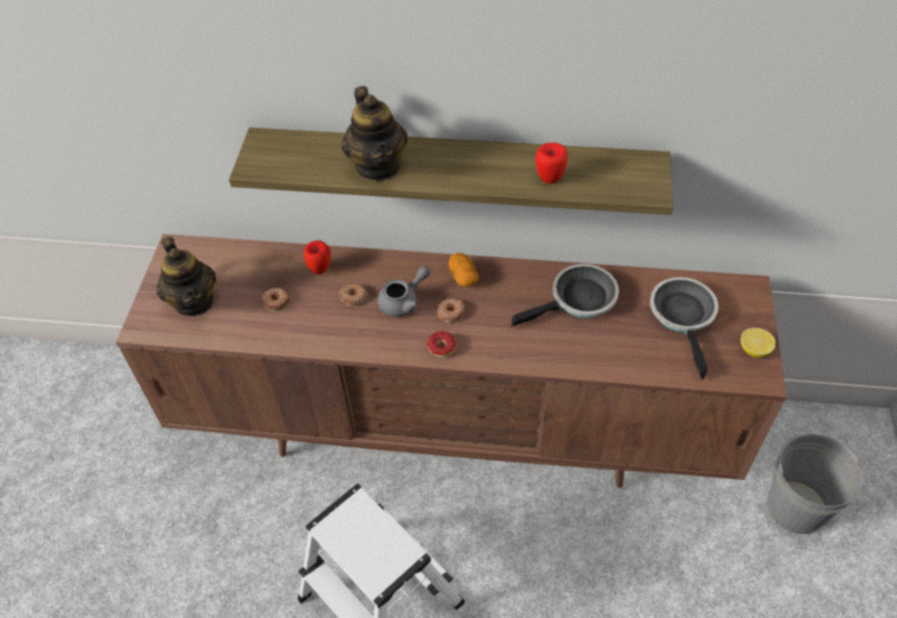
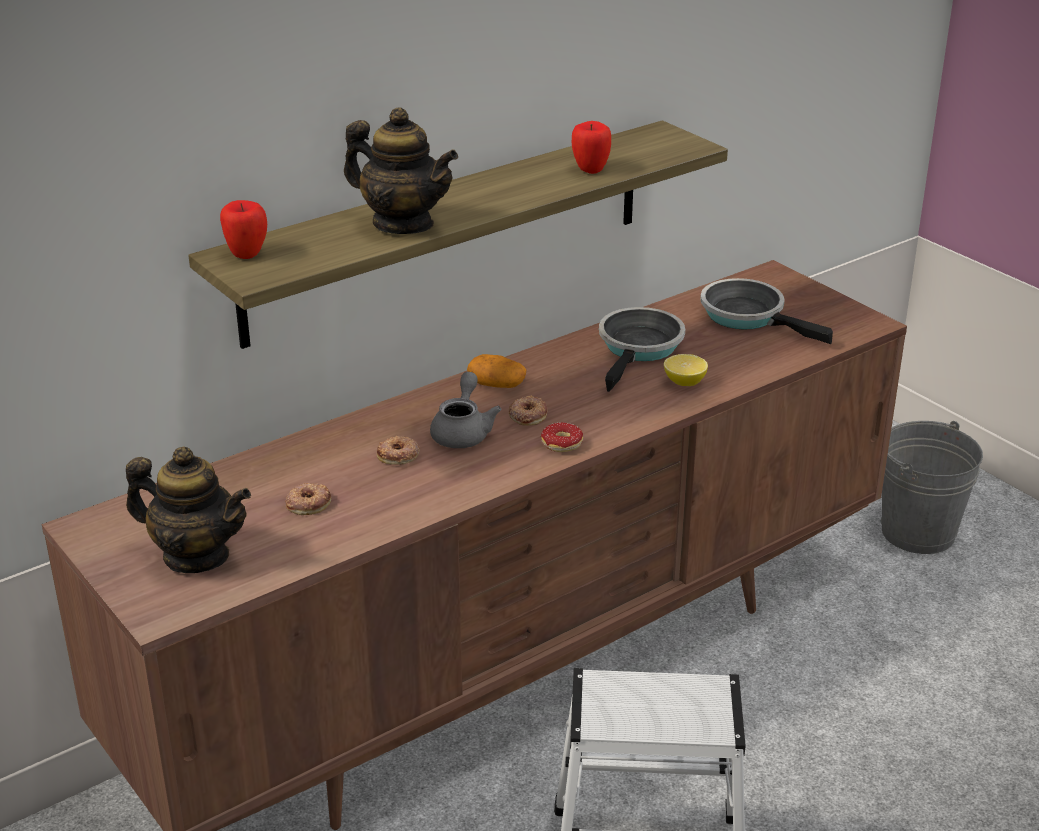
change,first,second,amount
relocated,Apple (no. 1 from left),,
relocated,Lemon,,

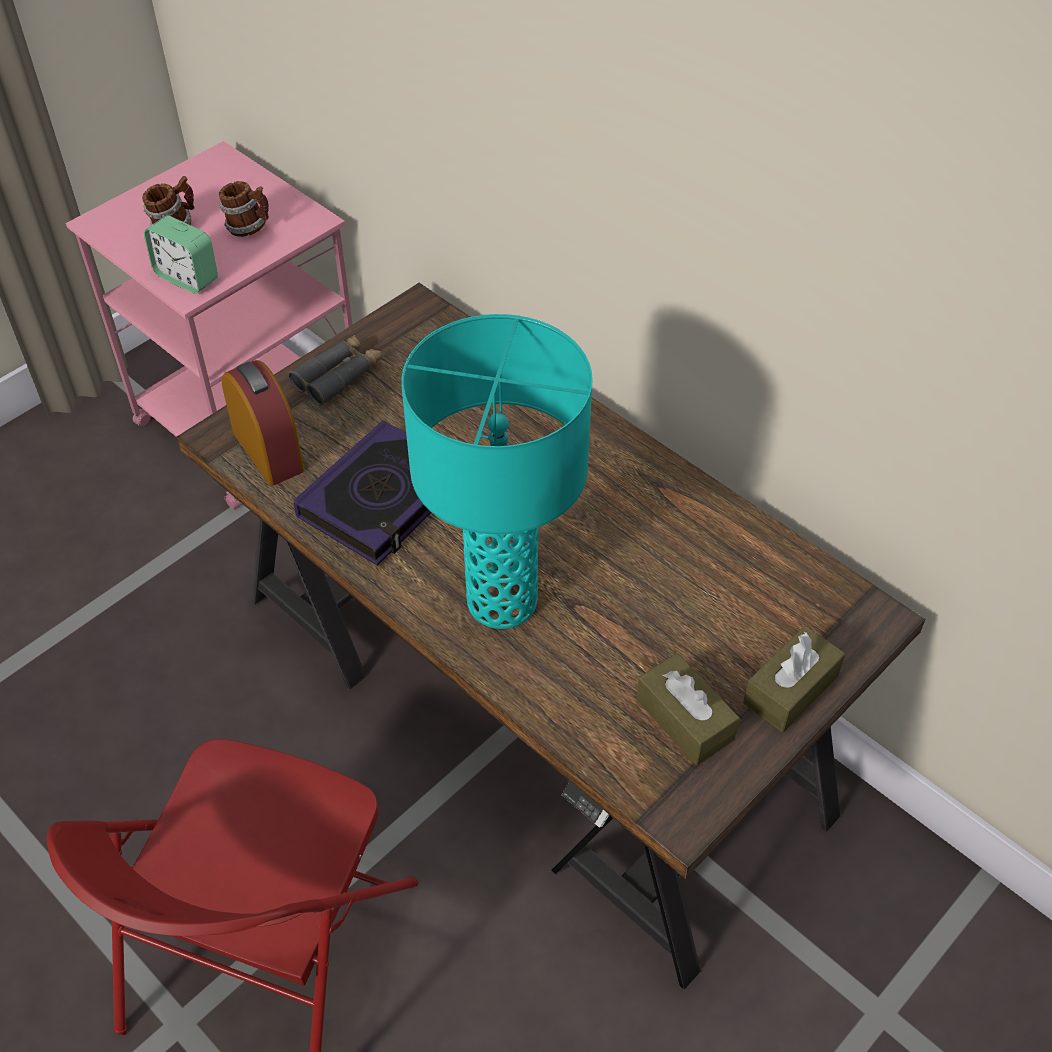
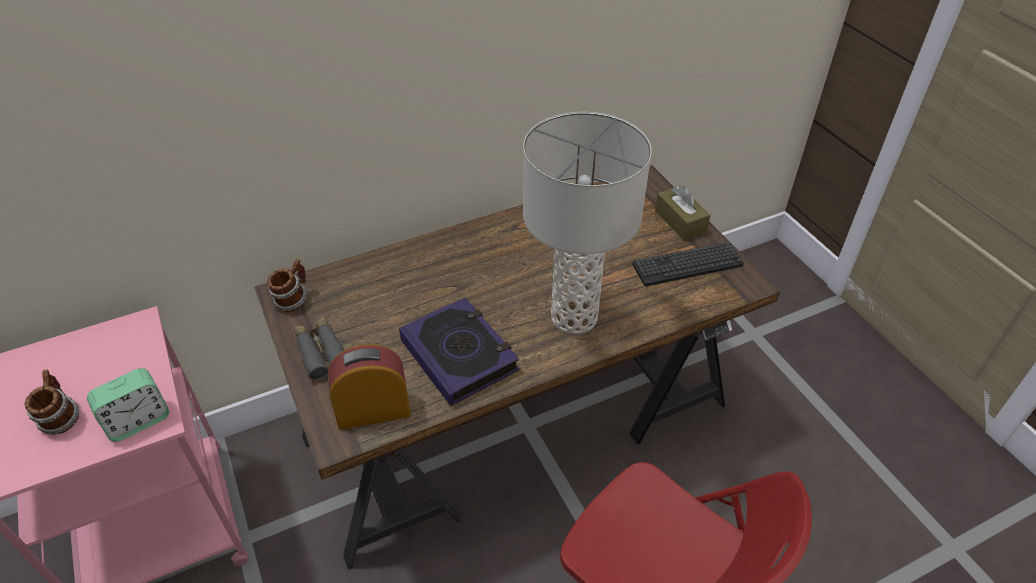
change,first,second,amount
relocated,Mug (no. 2 from left),,
colour,TurquoiseTableLamp,WhiteTableLamp,
exchanged,BrownTissueBox (no. 1 from left),Keyboard,

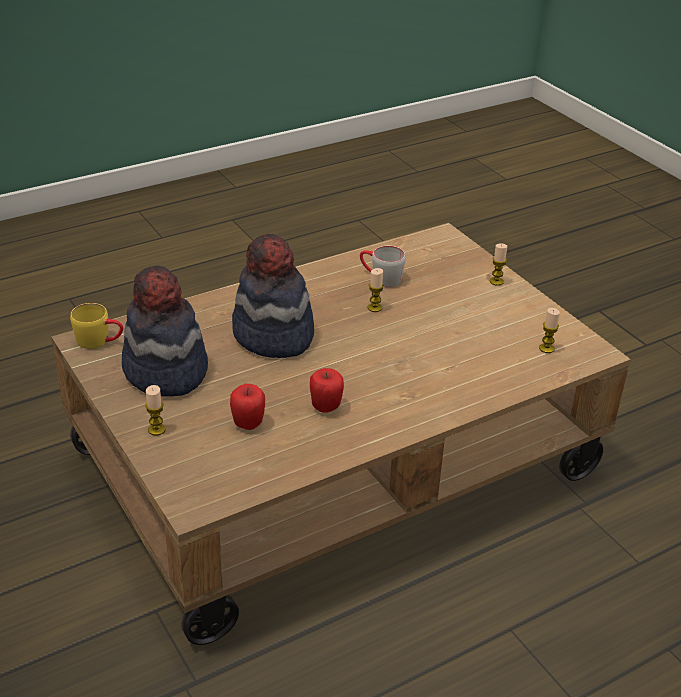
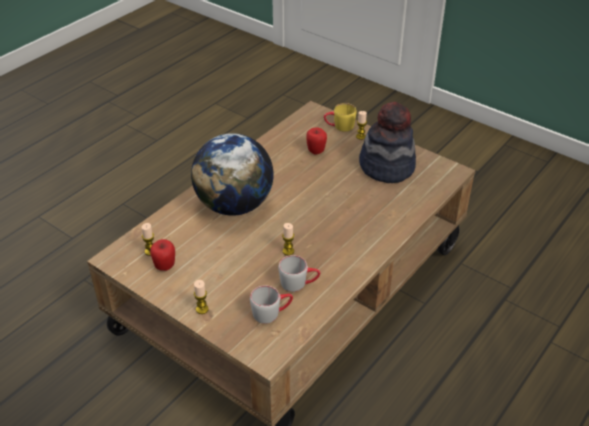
change,first,second,amount
relocated,Apple (no. 2 from left in the first image),Apple (no. 1 from left),
appeared,,Globe,
appeared,,GreyMug (no. 1 from left),
relocated,YellowMug,,
missing,Hat (no. 2 from left),,

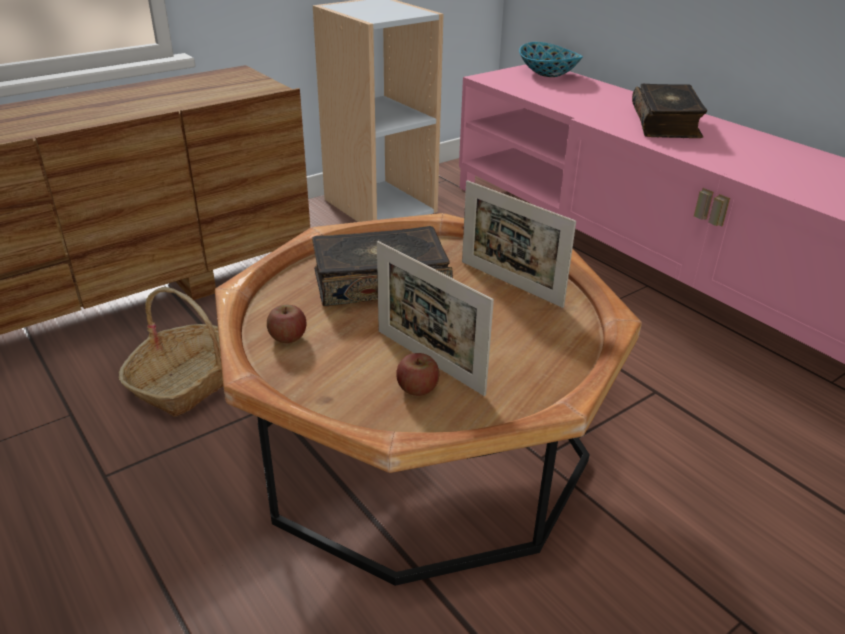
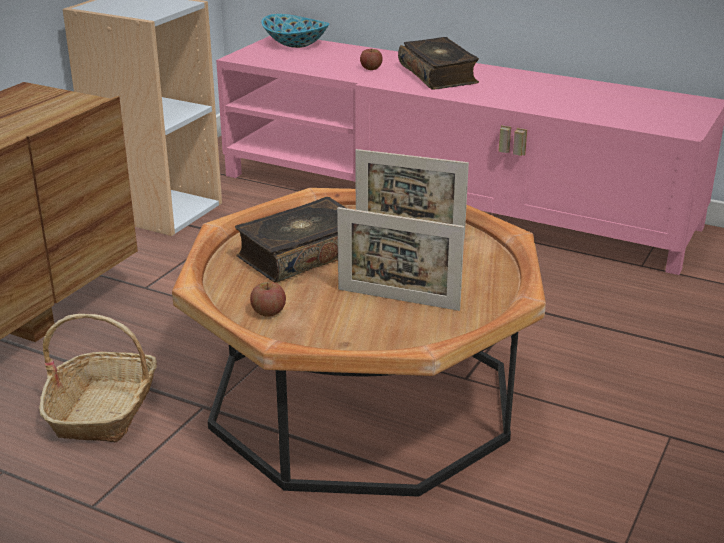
change,first,second,amount
relocated,Apple (no. 2 from left),,

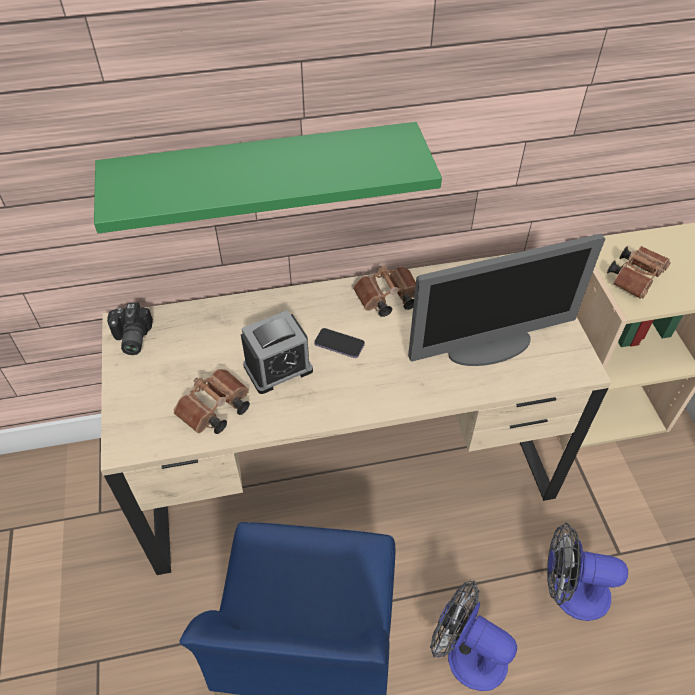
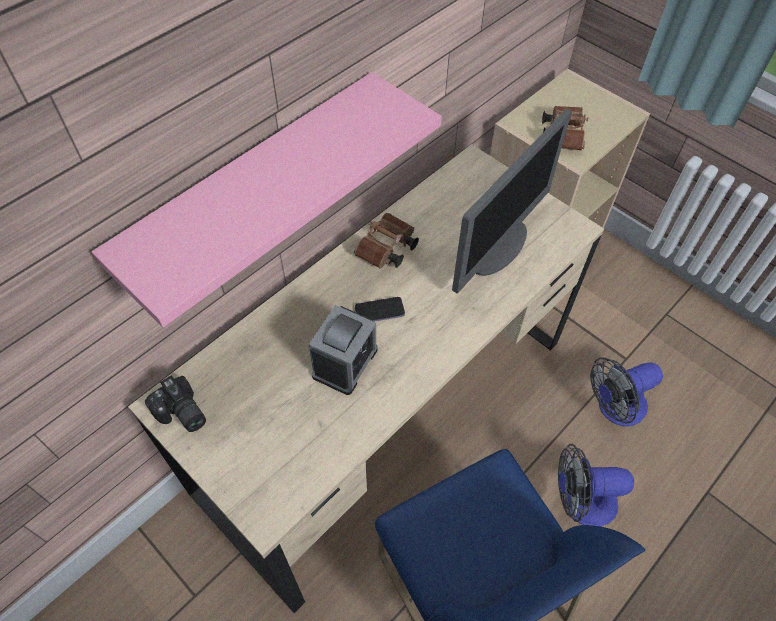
change,first,second,amount
colour,GreenShelf,PinkShelf,
missing,BrownBinoculars (no. 1 from left),,

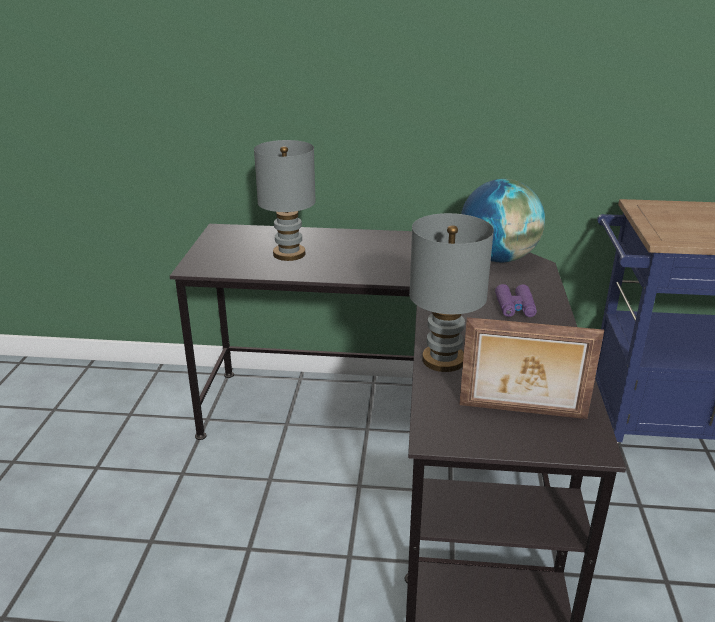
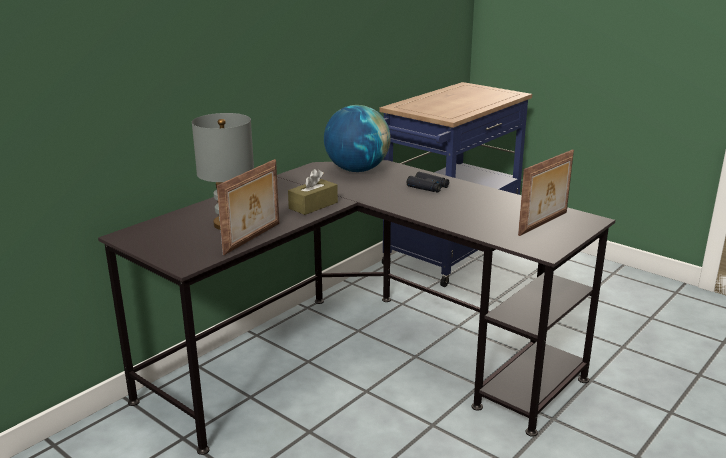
change,first,second,amount
appeared,,PictureFrame (no. 1 from left),
appeared,,BrownTissueBox,
colour,PurpleBinoculars,BlackBinoculars,
missing,GreyTableLamp (no. 2 from left),,

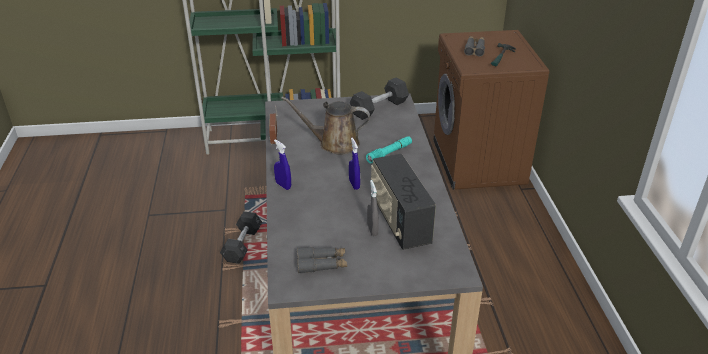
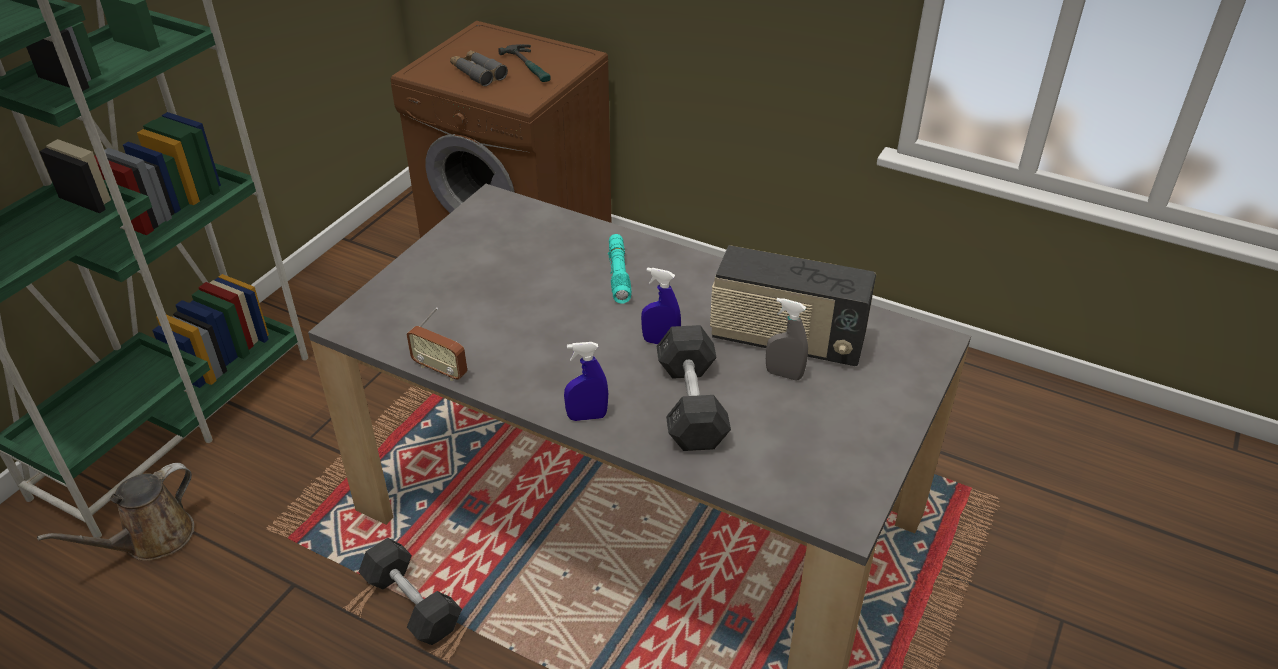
change,first,second,amount
relocated,BrownWateringCan,,
relocated,GreyDumbbell (no. 2 from left),,
missing,GreyBinoculars (no. 1 from left),,

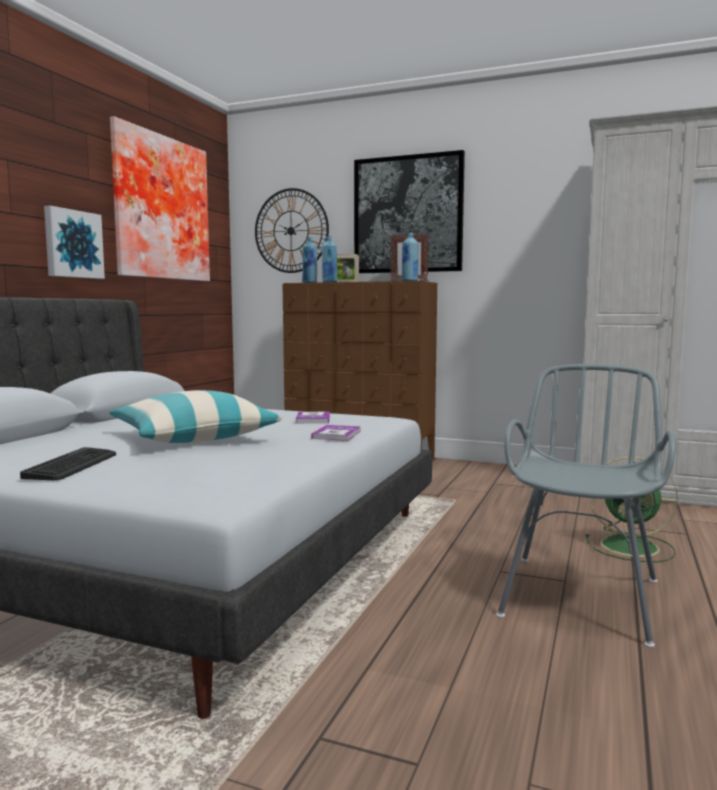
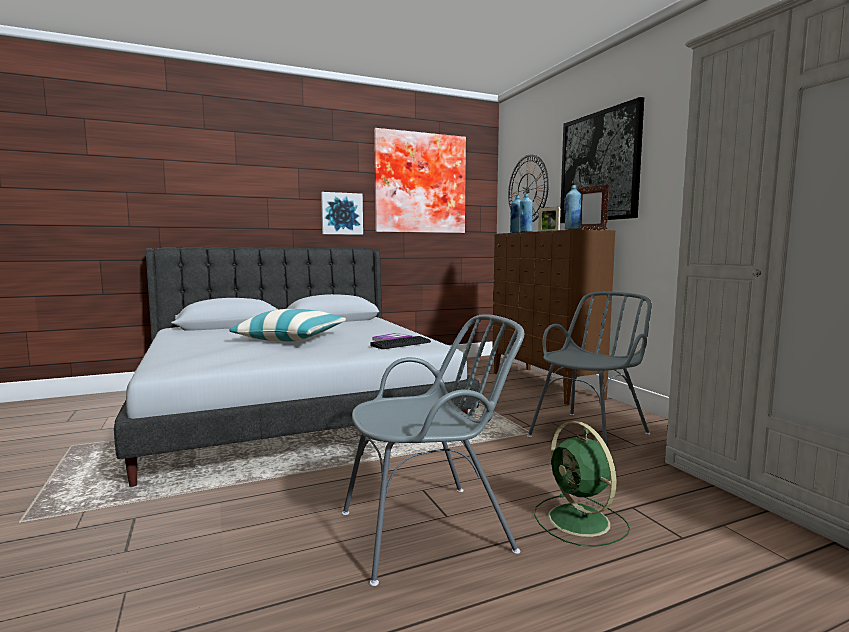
change,first,second,amount
relocated,Keyboard,,
appeared,,GreyChair (no. 2 from left),
missing,Book (no. 2 from left),,

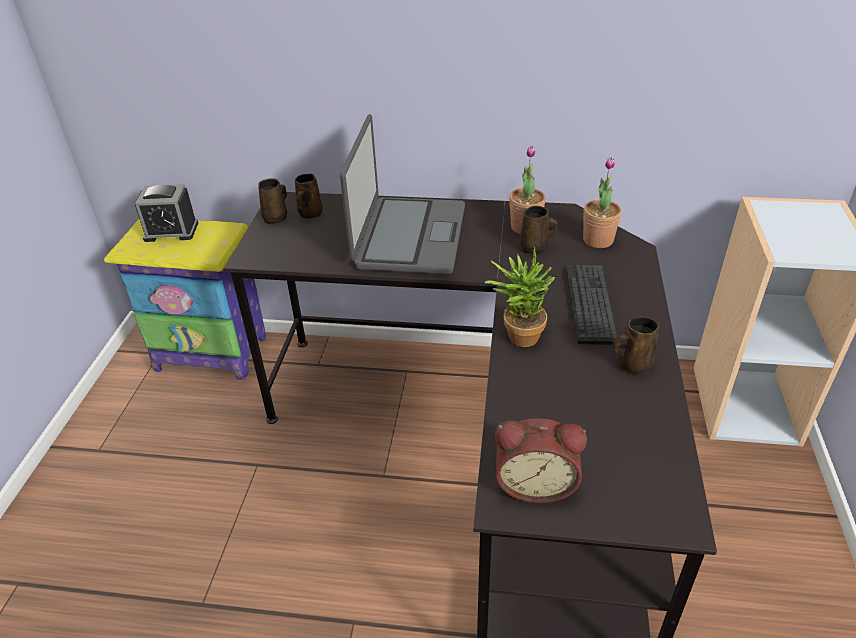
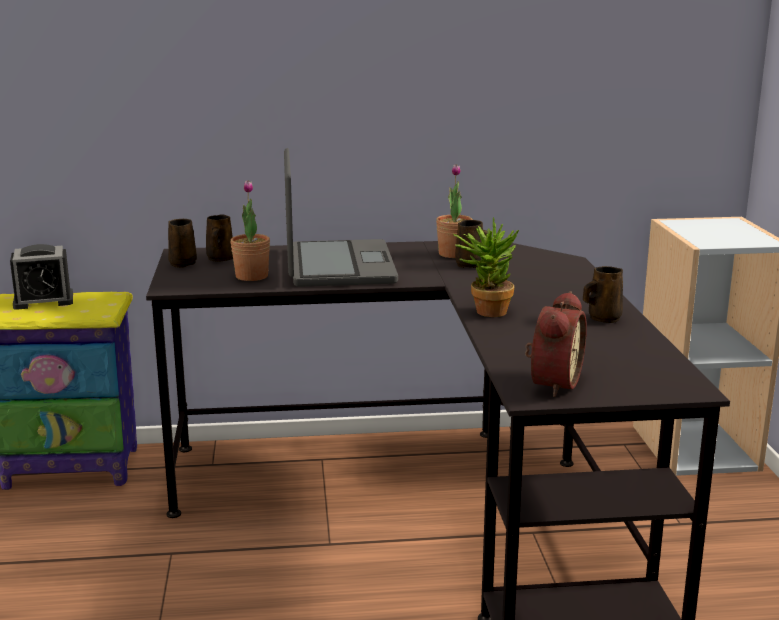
change,first,second,amount
relocated,PottedPlant (no. 3 from left in the first image),PottedPlant (no. 1 from left),
spun,AlarmClock (no. 2 from left),,60 degrees counterclockwise
missing,Keyboard,,

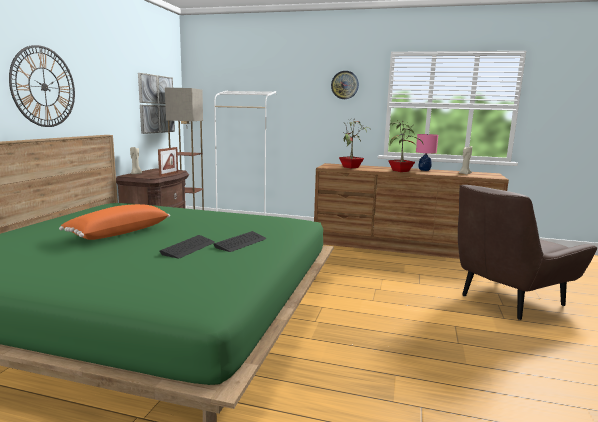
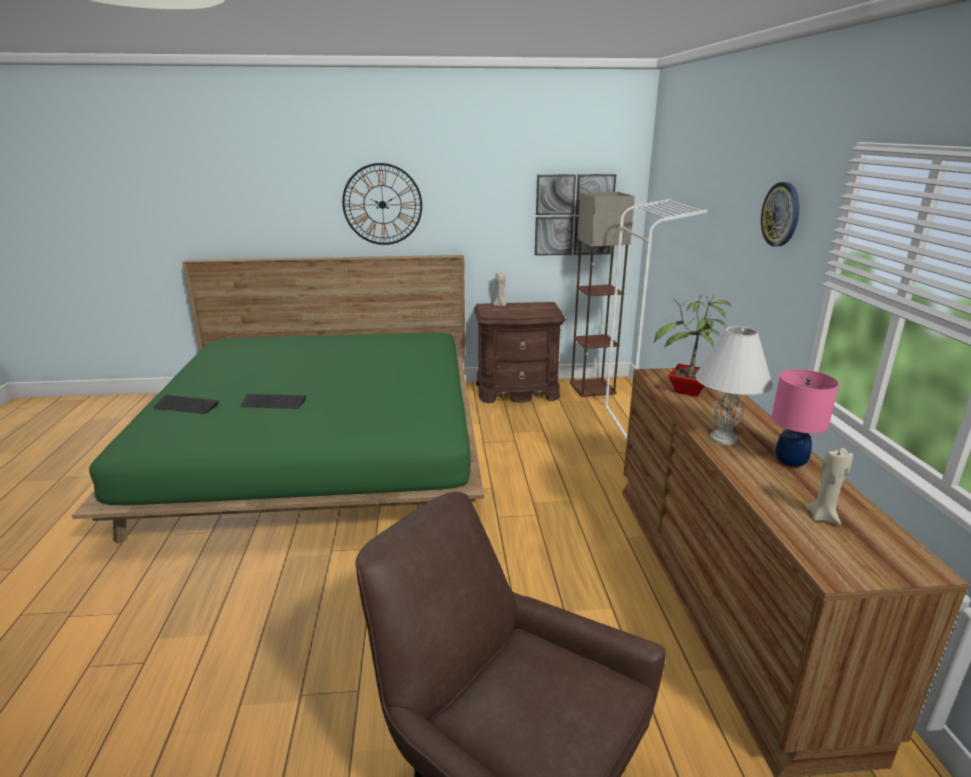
change,first,second,amount
relocated,Keyboard (no. 2 from left in the first image),Keyboard (no. 1 from left),
exchanged,PottedPlant (no. 2 from left),WhiteTableLamp,
missing,OrangePillow,,
missing,PictureFrame,,

